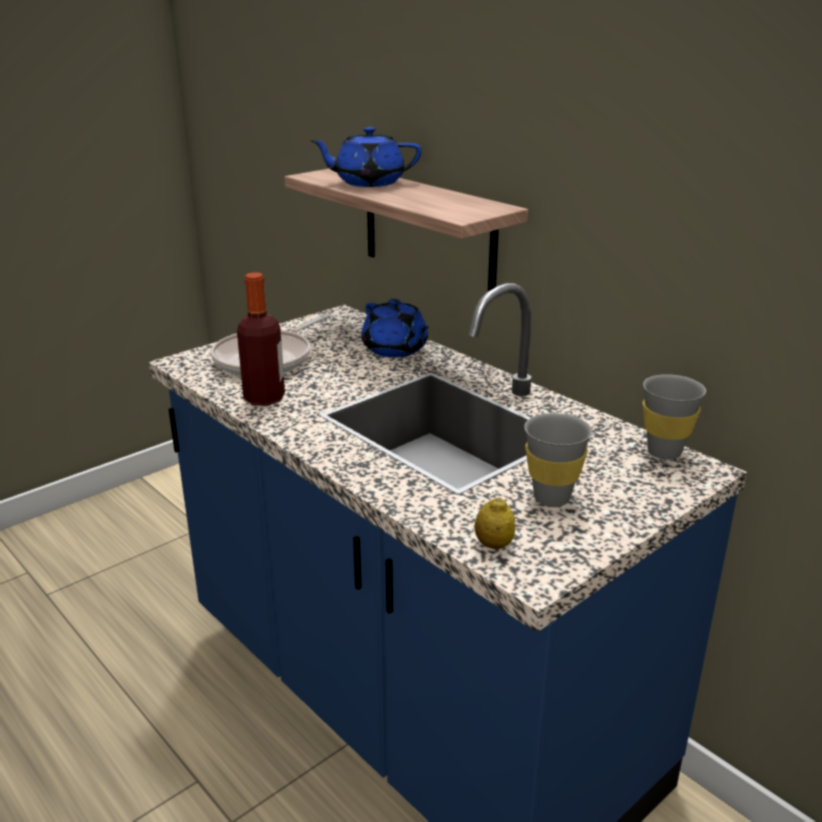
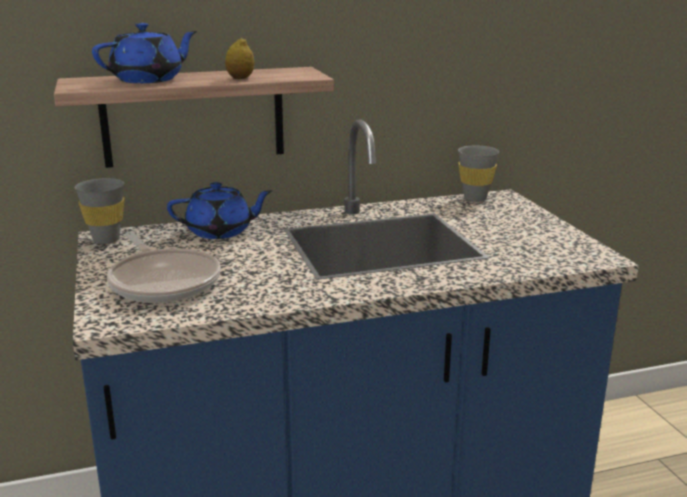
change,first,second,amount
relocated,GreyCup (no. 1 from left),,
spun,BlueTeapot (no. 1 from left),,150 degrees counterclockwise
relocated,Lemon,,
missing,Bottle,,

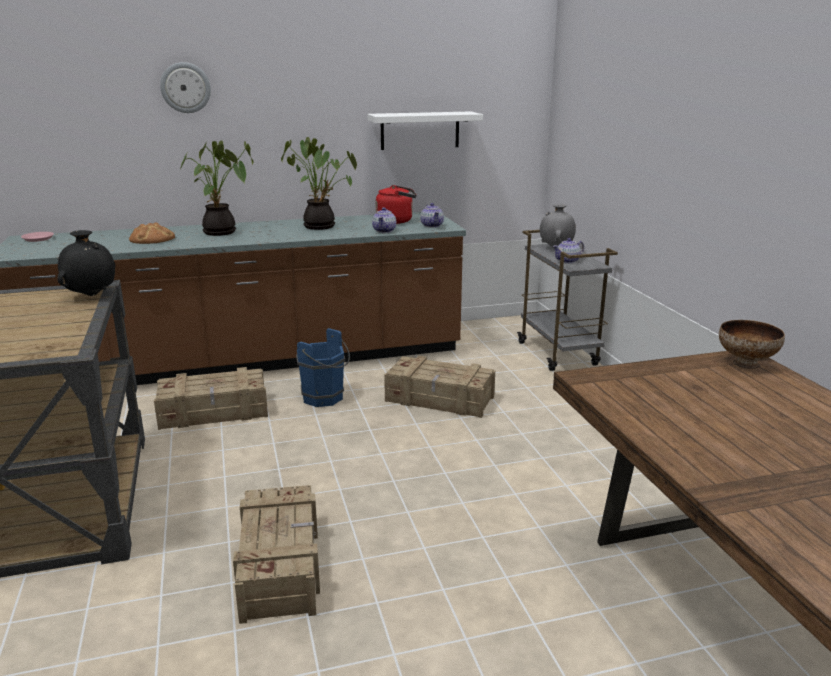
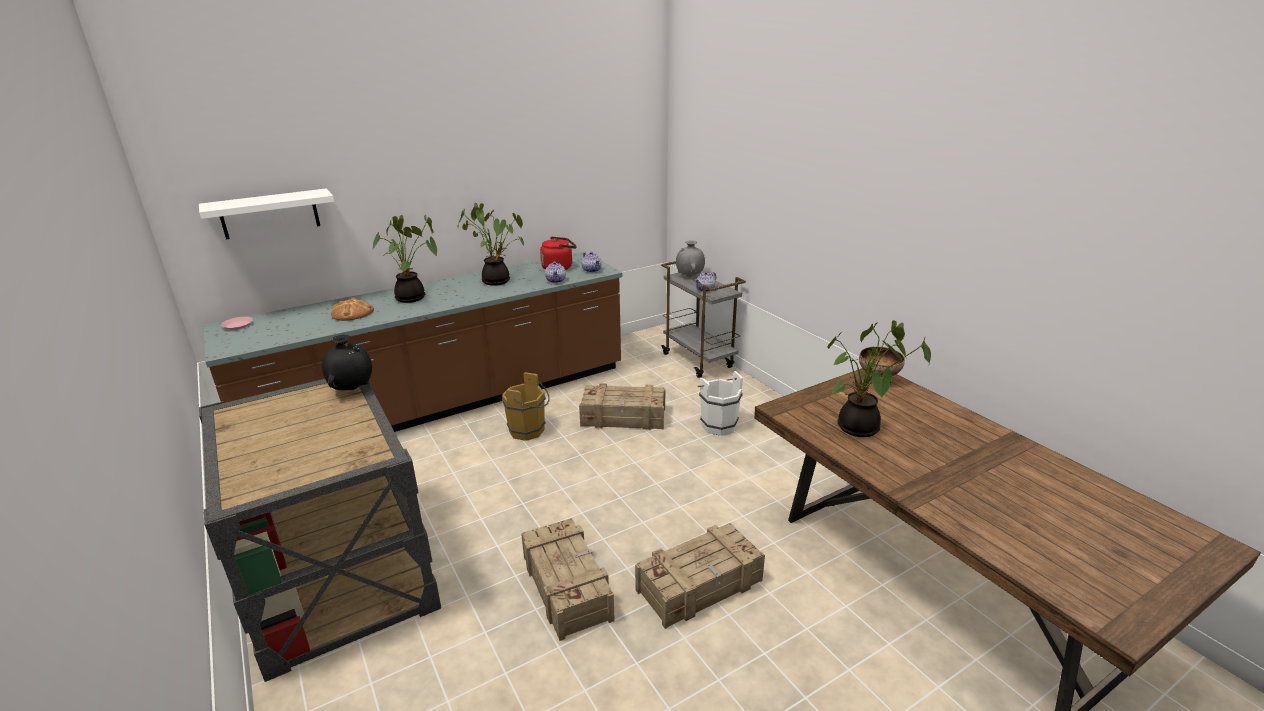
change,first,second,amount
relocated,WhiteShelf,,
colour,BlueBucket,BrownBucket,
relocated,Crate (no. 1 from left in the first image),Crate (no. 3 from left),
appeared,,WhiteBucket,
appeared,,PottedPlant (no. 3 from left),
missing,WallClock,,

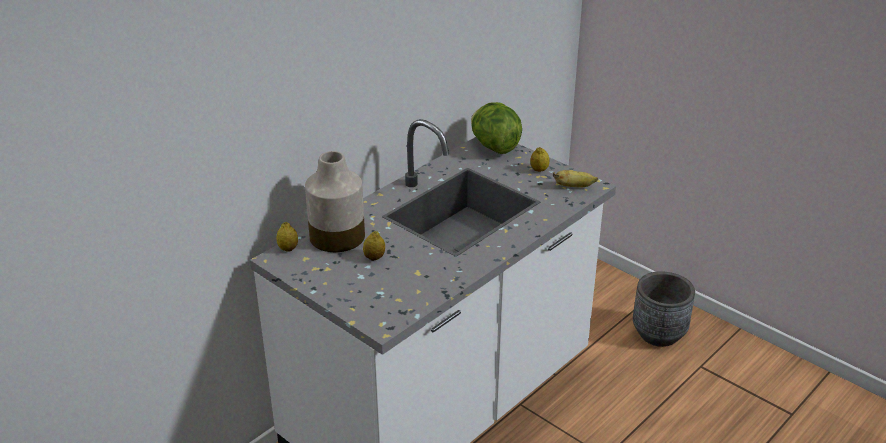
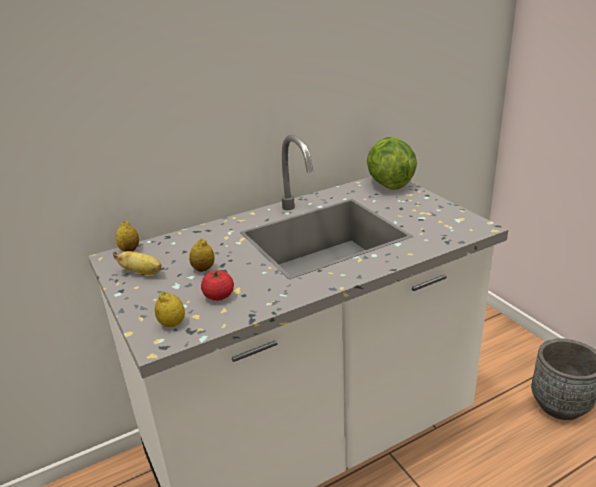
change,first,second,amount
relocated,Banana,,
relocated,Lemon (no. 3 from left in the first image),Lemon (no. 2 from left),
appeared,,Tomato,
missing,BeigeVase,,

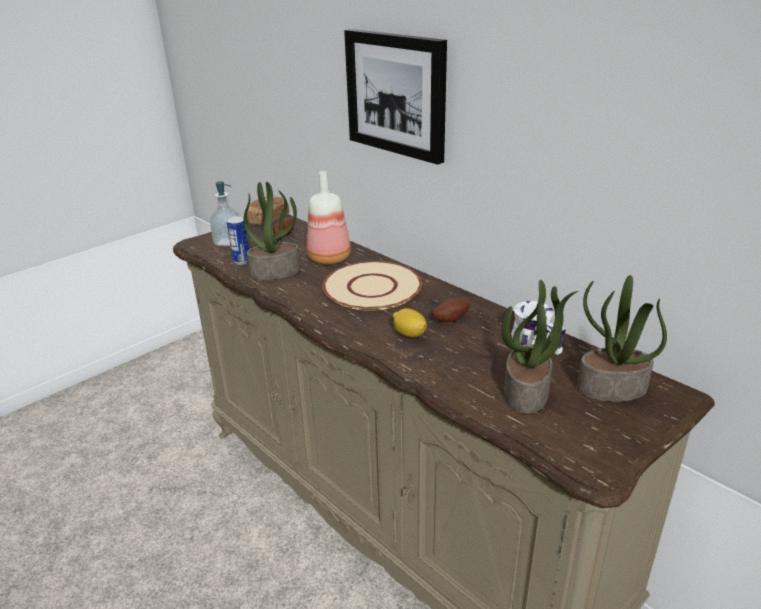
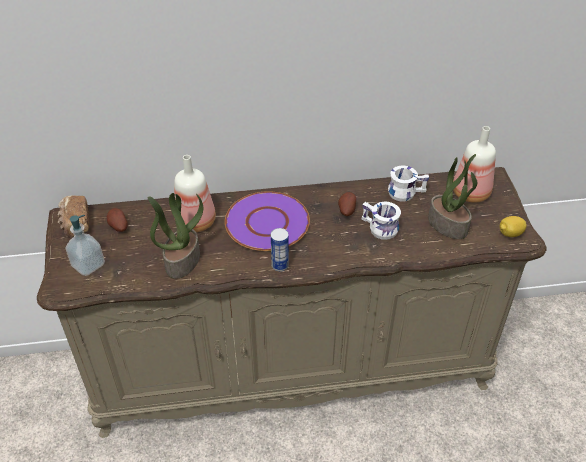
change,first,second,amount
colour,BeigePlate,PurplePlate,
relocated,Can,,
appeared,,WhiteMug (no. 1 from left),
exchanged,PottedPlant (no. 3 from left),Bottle (no. 2 from left),
relocated,Lemon,,
missing,Picture,,

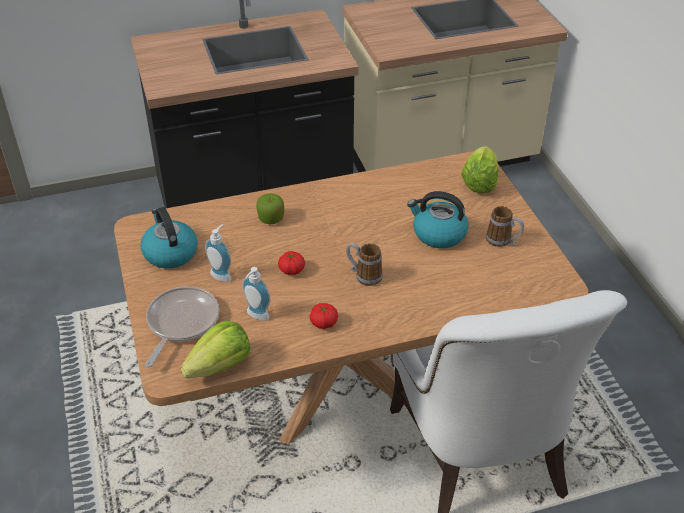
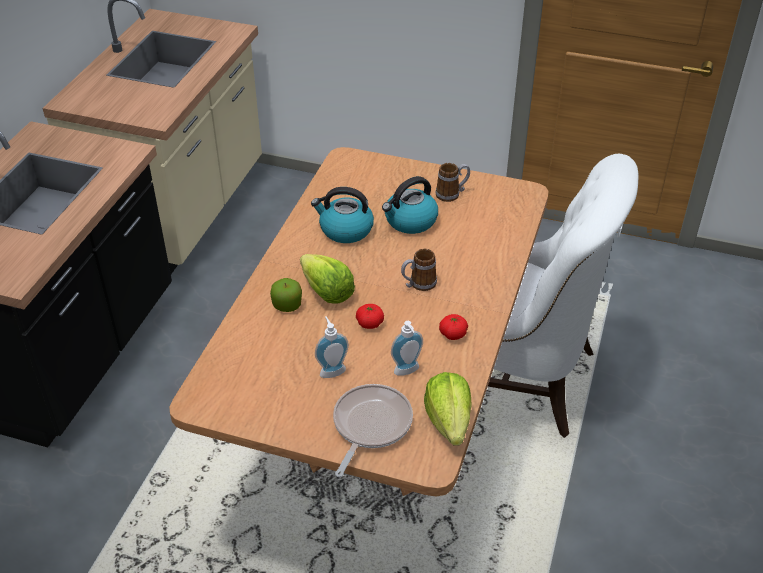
change,first,second,amount
relocated,Lettuce (no. 2 from left in the first image),Lettuce (no. 1 from left),
relocated,Kettle (no. 1 from left),,
spun,FryingPan,,60 degrees clockwise

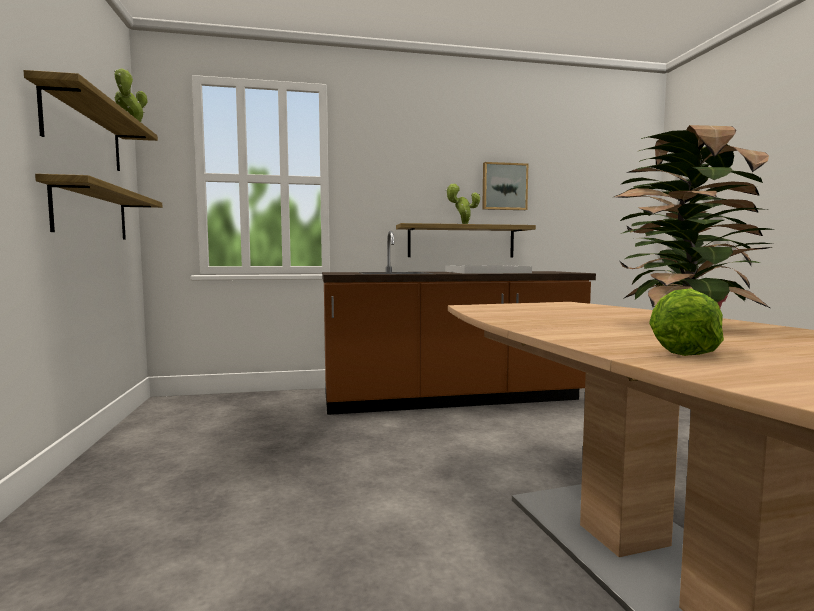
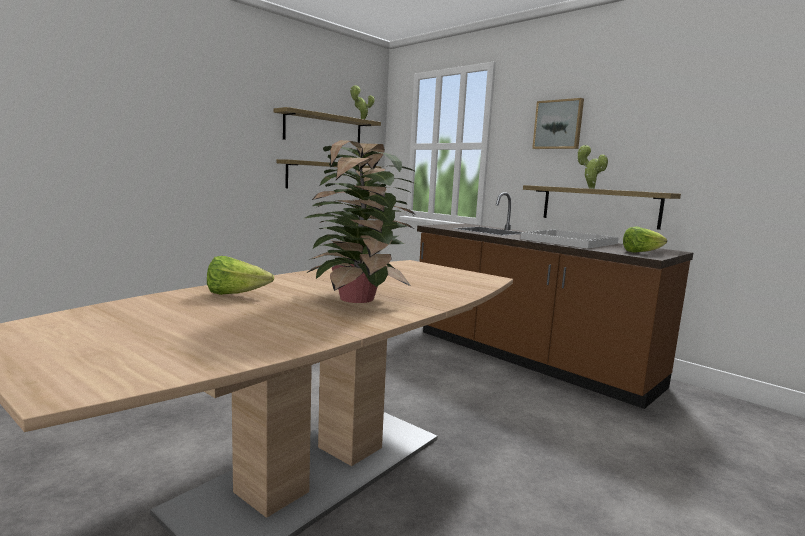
change,first,second,amount
relocated,Picture,,
appeared,,Lettuce (no. 2 from left),

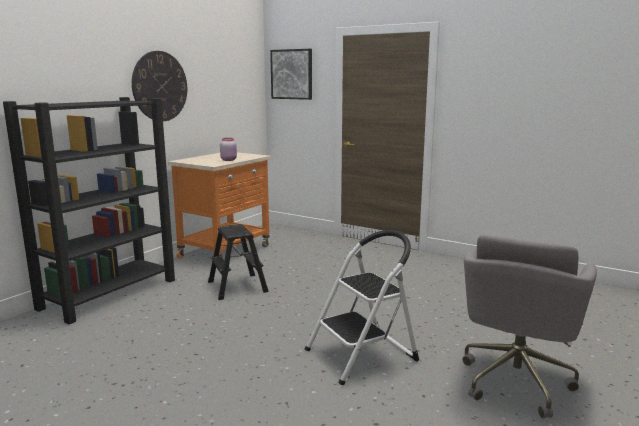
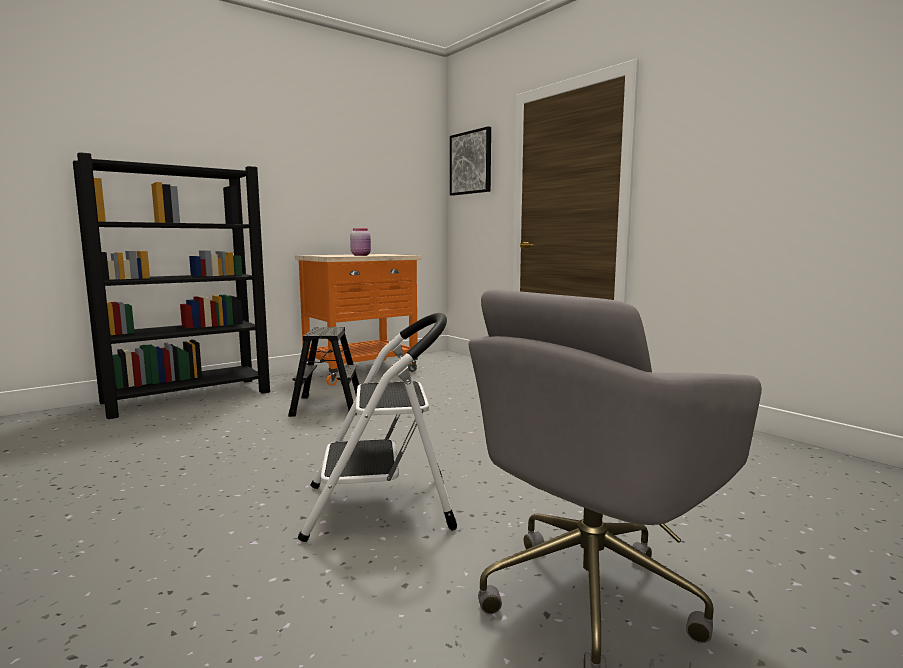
change,first,second,amount
missing,WallClock,,

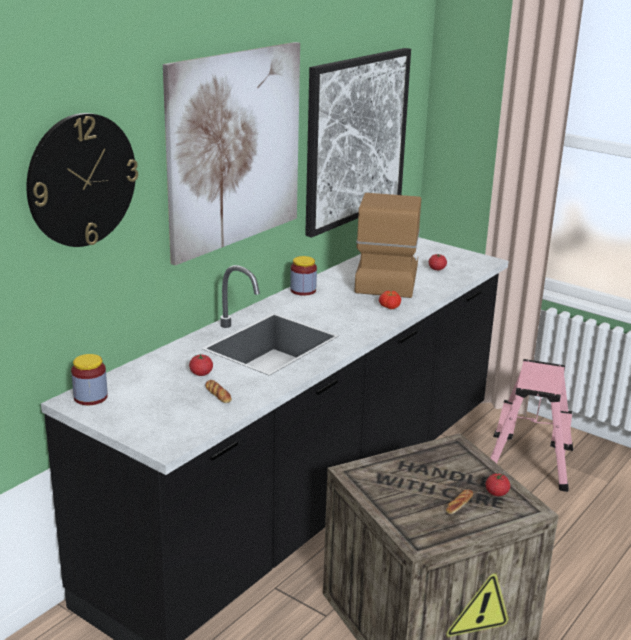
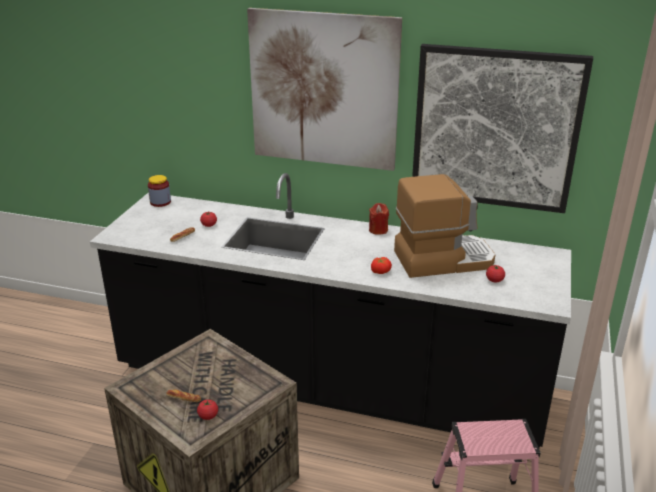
change,first,second,amount
exchanged,Jar (no. 2 from left),RedCandle,
missing,WallClock,,

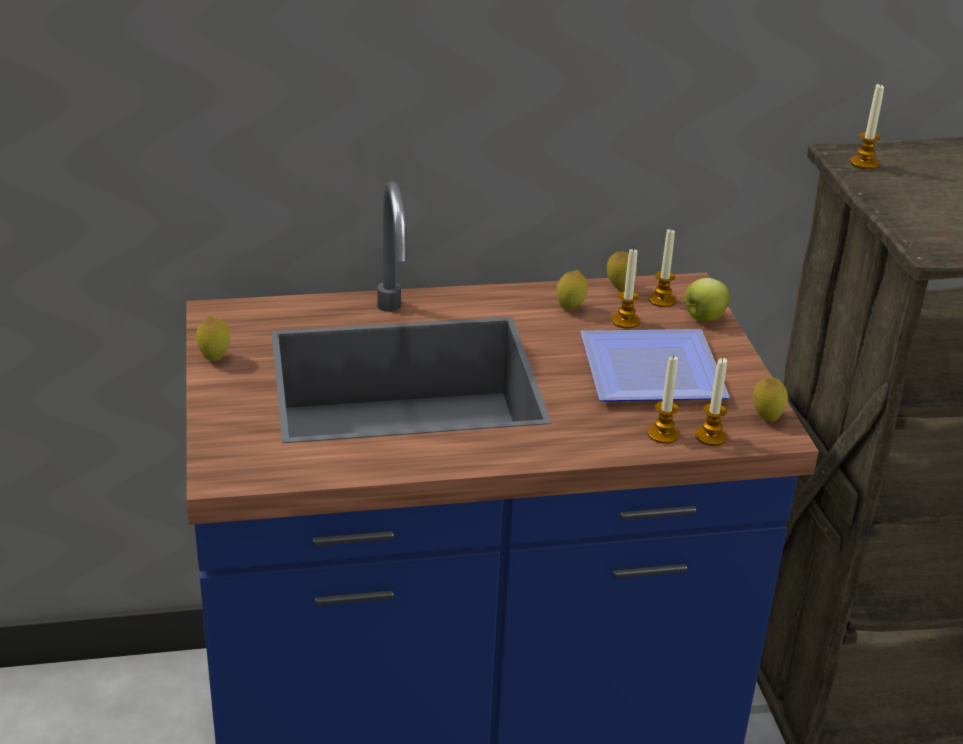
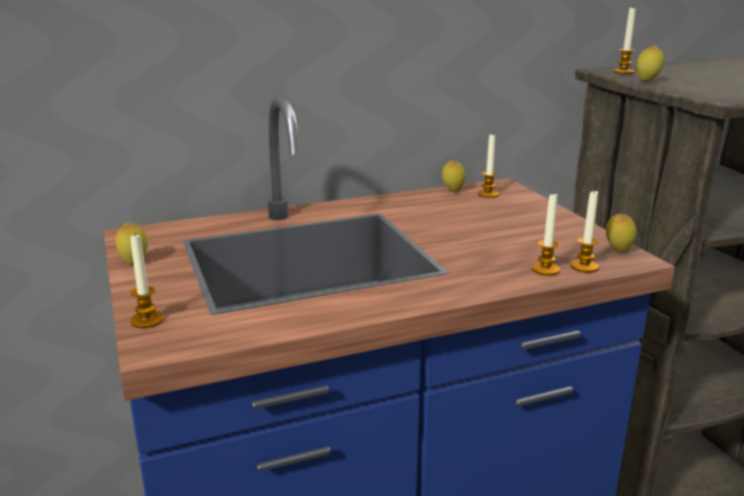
change,first,second,amount
relocated,Candle (no. 1 from left),,
relocated,Lemon (no. 2 from left in the first image),Lemon (no. 4 from left),
missing,Plate,,
missing,Apple,,

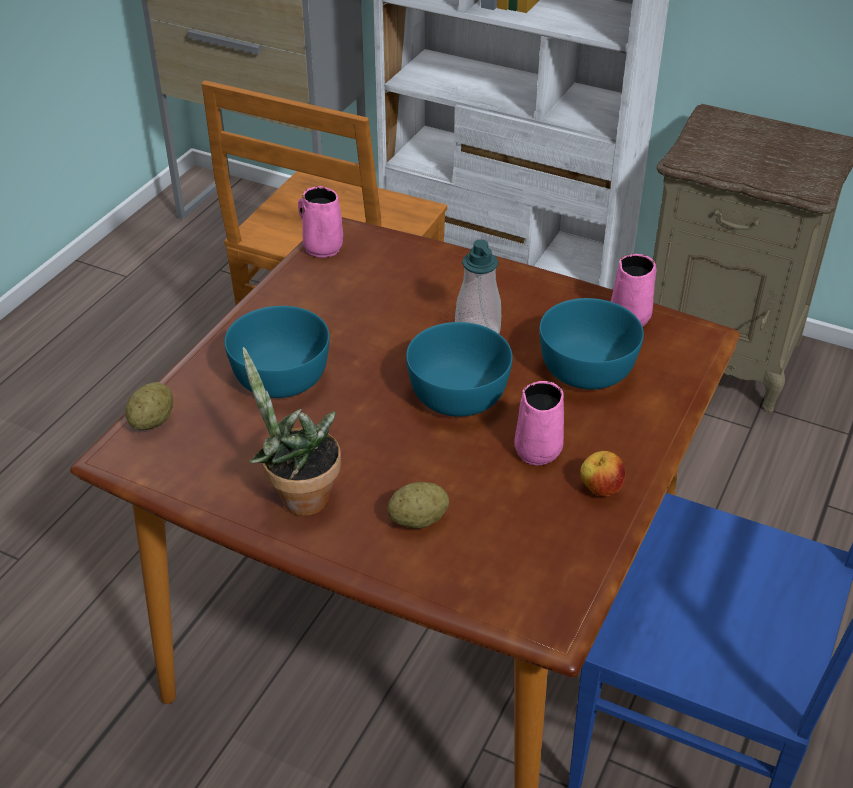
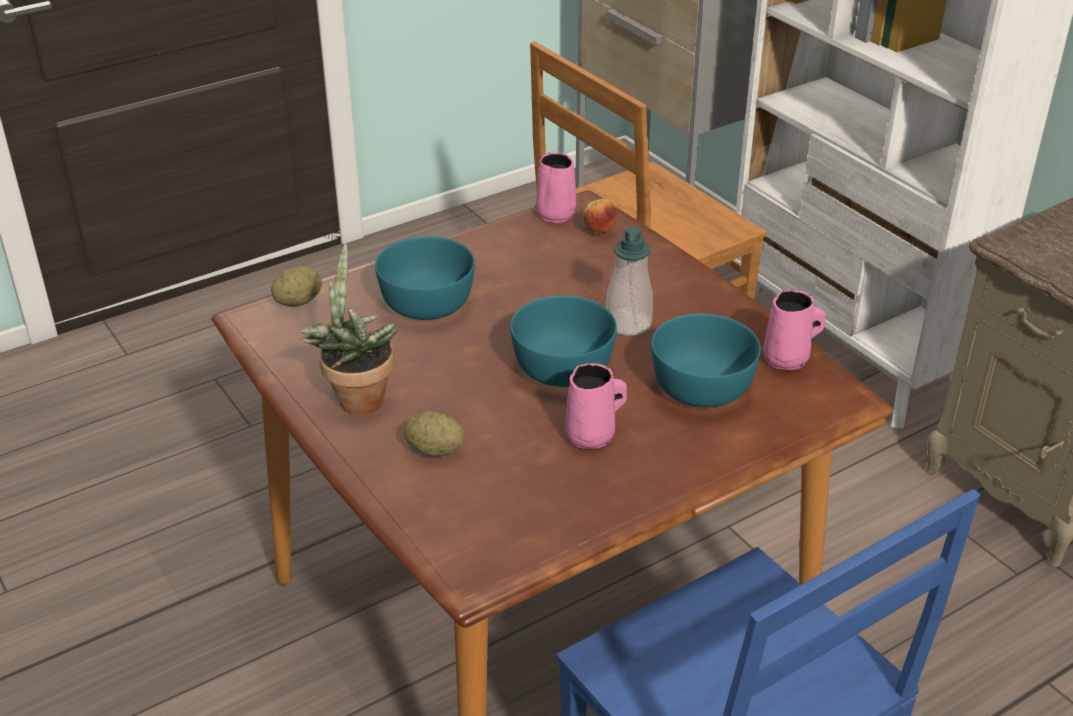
change,first,second,amount
relocated,Apple,,

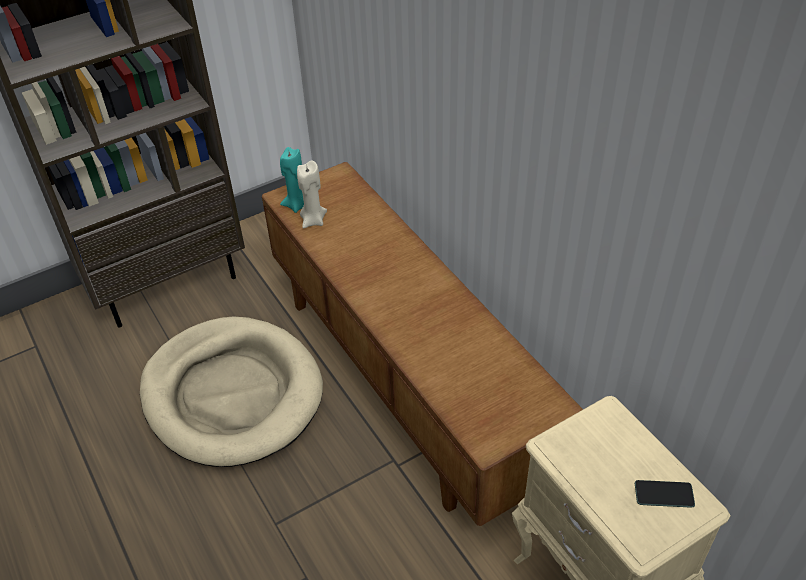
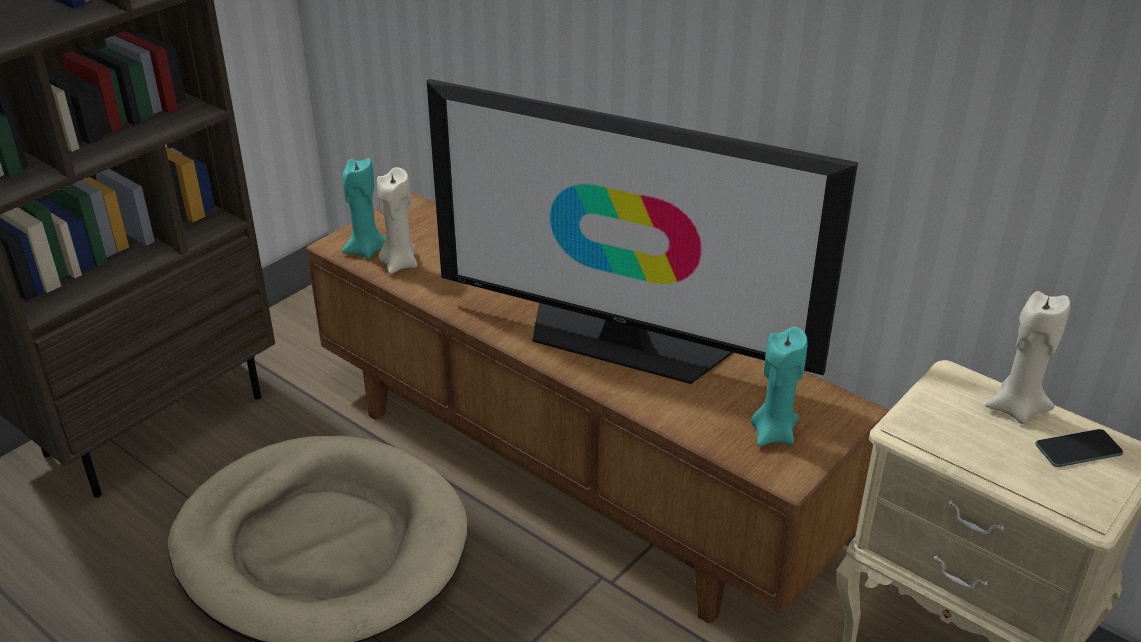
change,first,second,amount
appeared,,Television,
appeared,,TurquoiseCandle (no. 2 from left),
appeared,,BeigeCandle (no. 2 from left),

